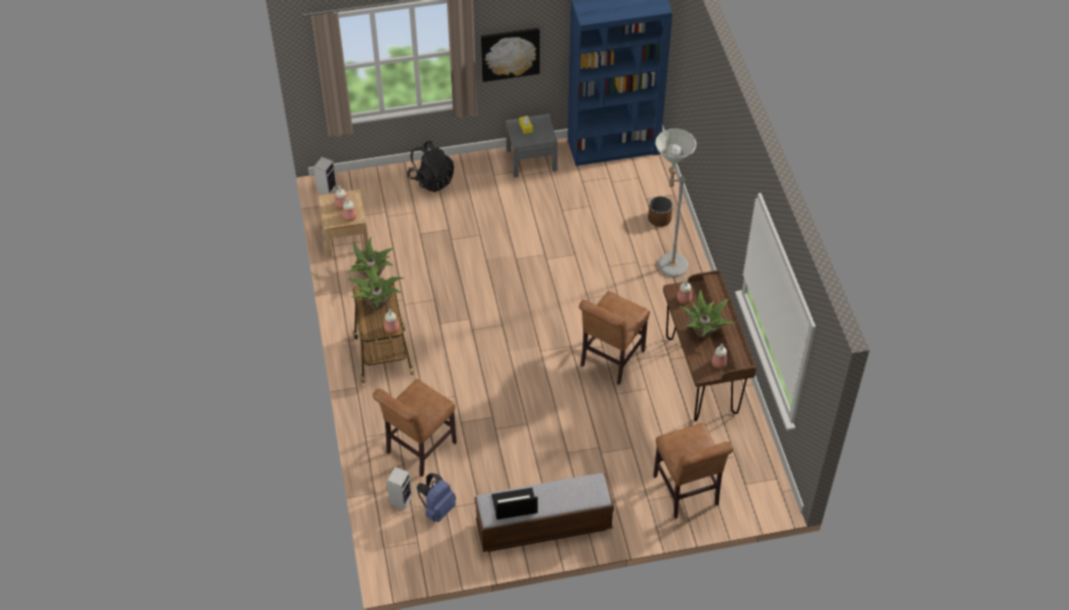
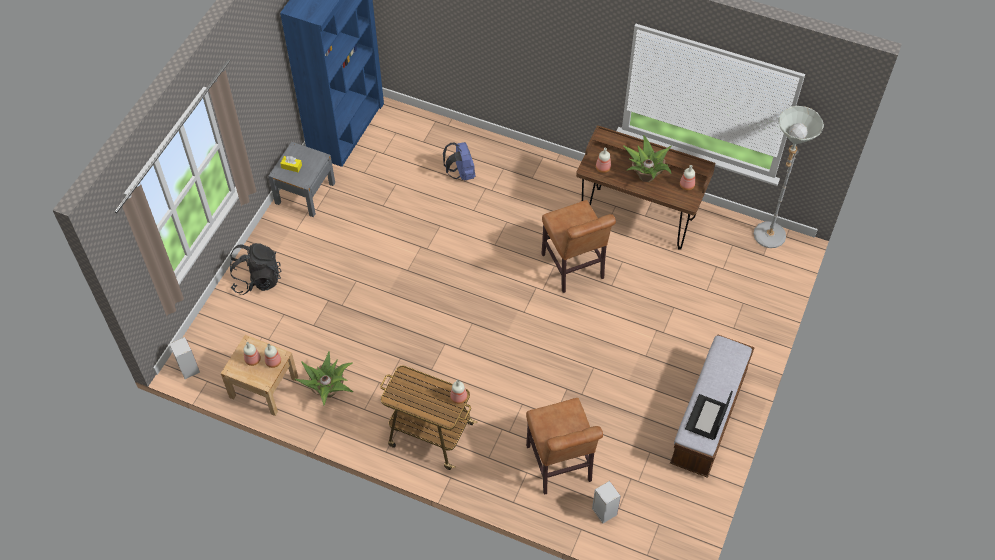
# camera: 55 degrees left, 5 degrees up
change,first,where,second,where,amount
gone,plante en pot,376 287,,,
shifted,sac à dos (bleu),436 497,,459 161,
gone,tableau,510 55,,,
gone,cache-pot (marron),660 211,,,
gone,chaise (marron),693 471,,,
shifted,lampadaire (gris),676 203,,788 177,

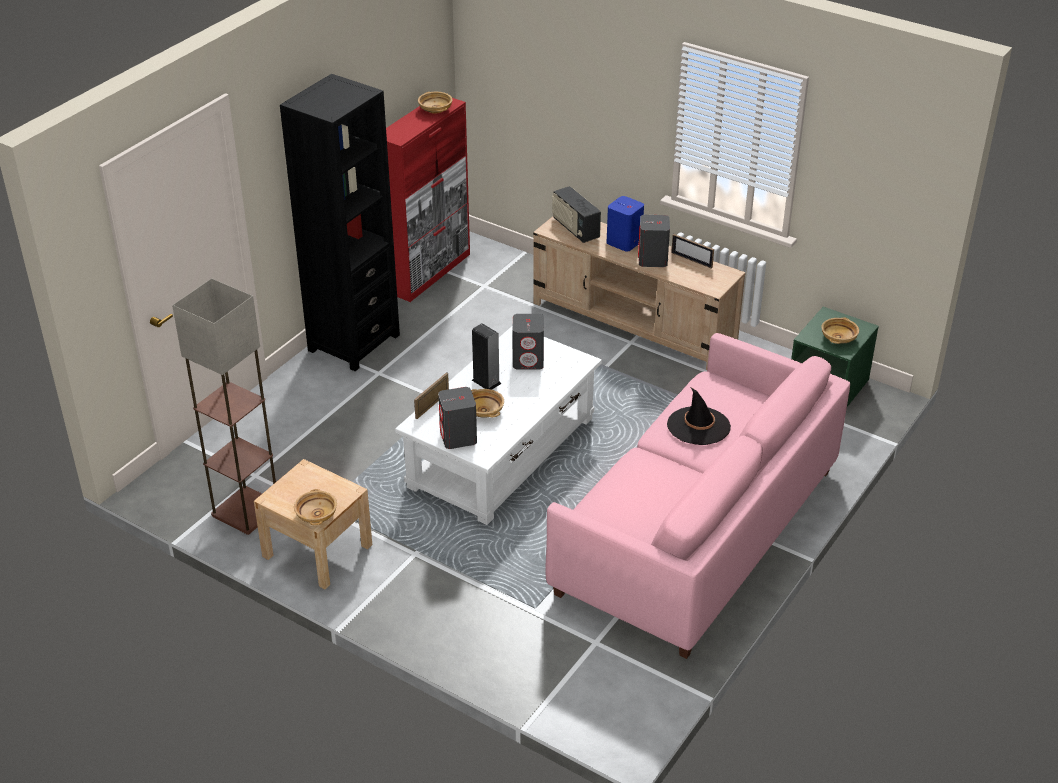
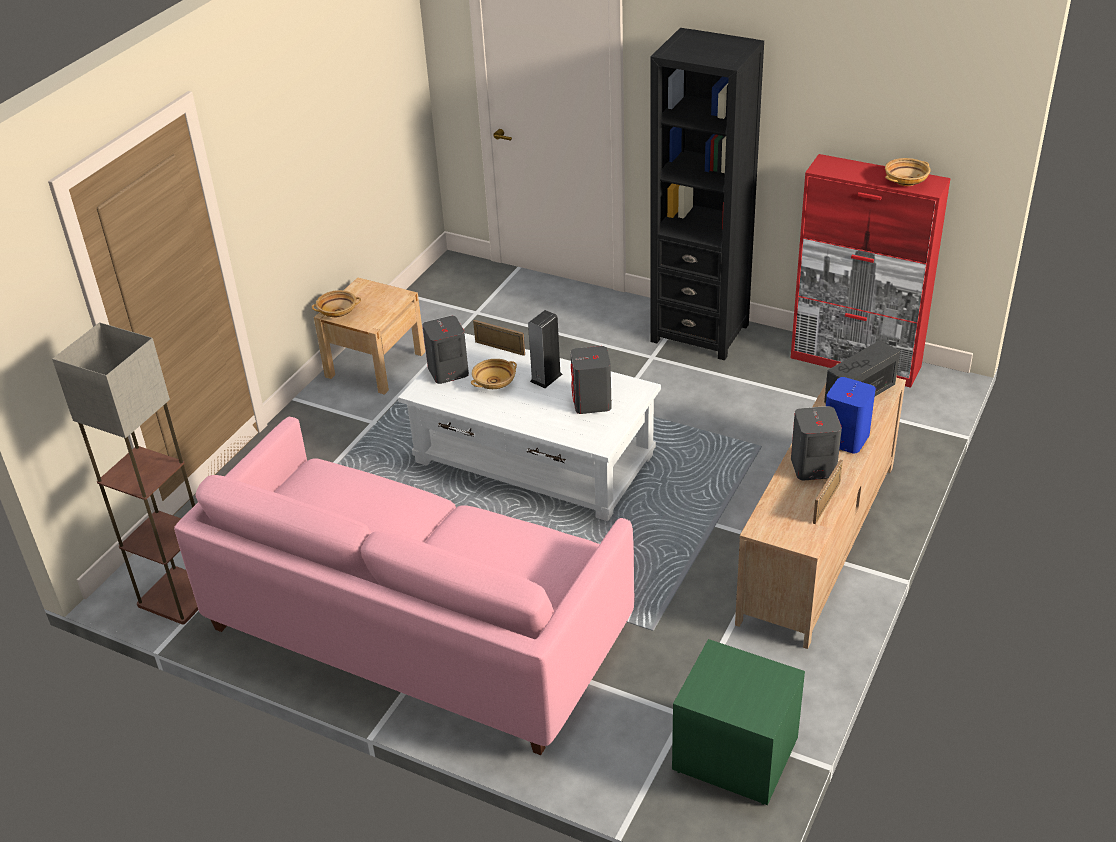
# camera: 85 degrees right, 0 degrees up
change,first,where,second,where,amount
shifted,lampadaire,224 406,,125 473,
gone,chapeau (noir),699 416,,,
gone,bol (beige),840 330,,,

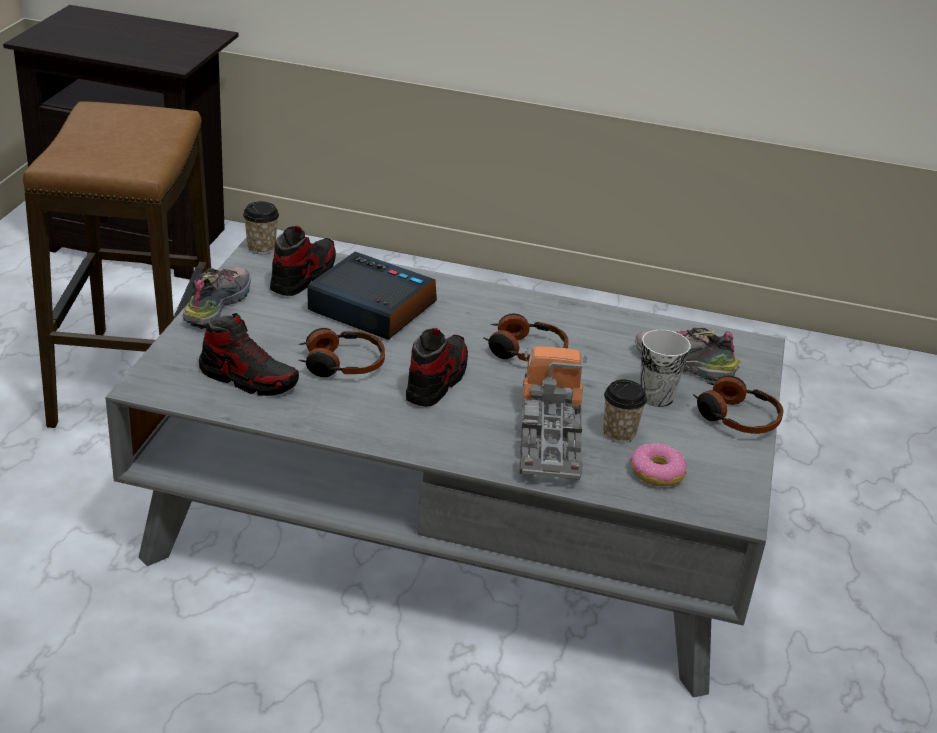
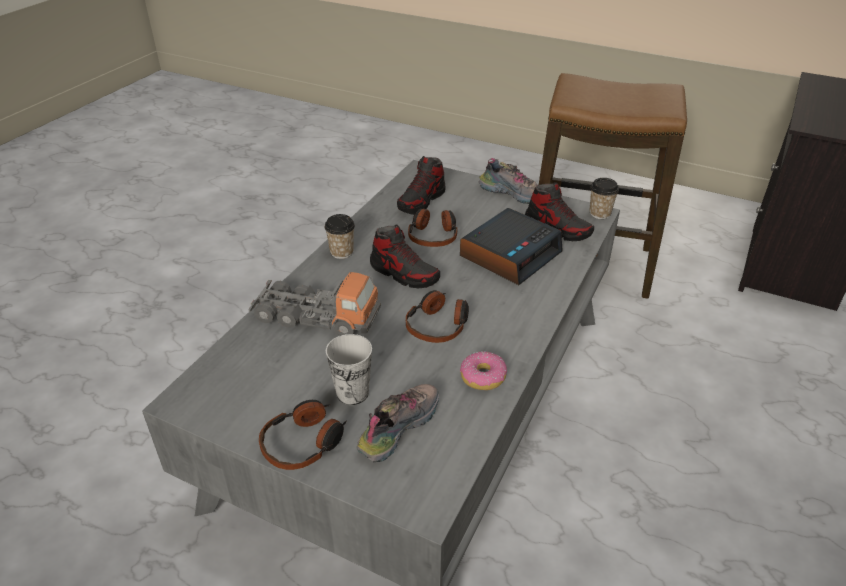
# camera: 105 degrees right, 5 degrees up
change,first,where,second,where,amount
shifted,tasse,625 411,,339 236,
shifted,beignet,658 464,,483 370,

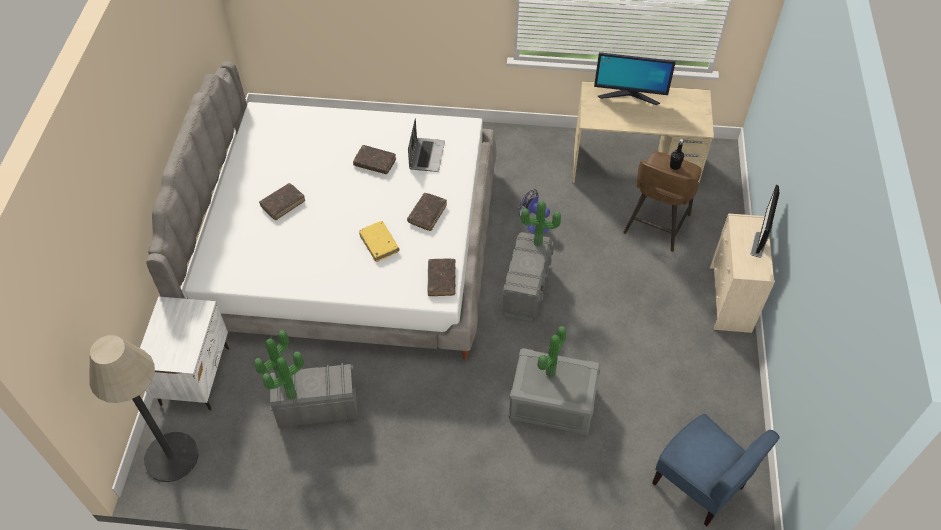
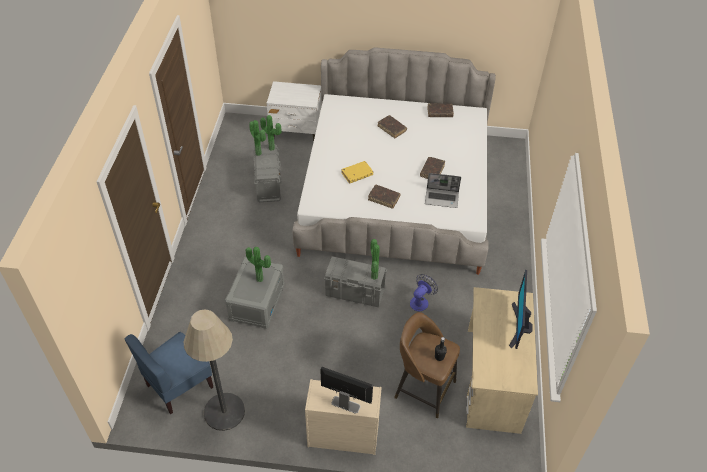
# camera: 90 degrees right, 5 degrees down
change,first,where,second,where,amount
shifted,lampadaire,144 408,,214 370,
shifted,livre (marron),442 277,,440 110,

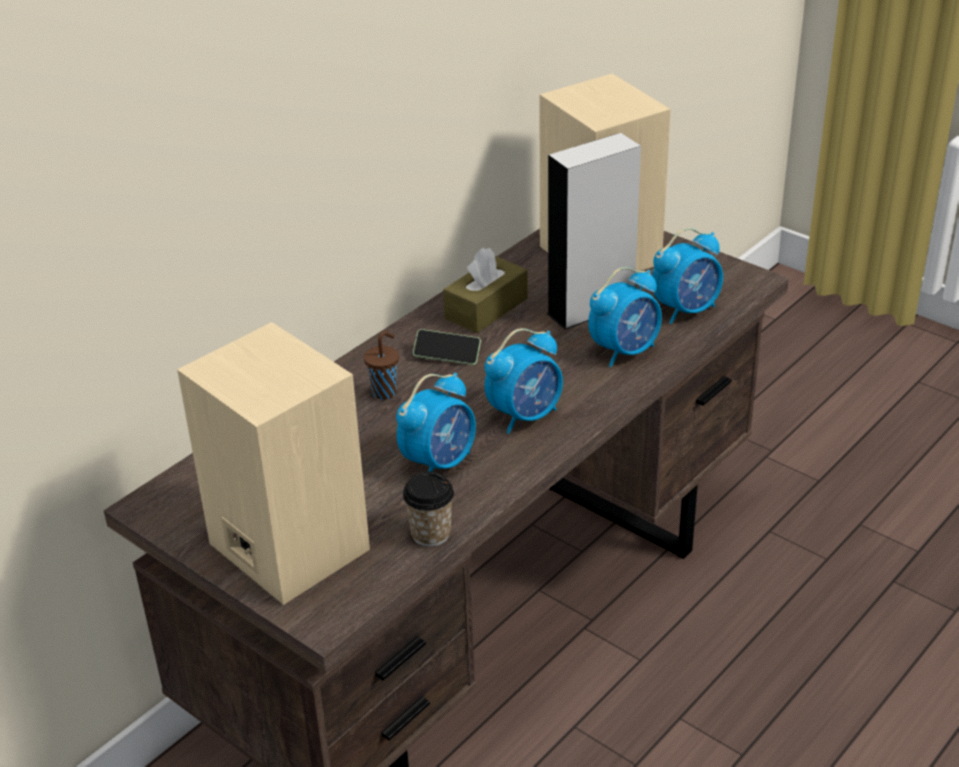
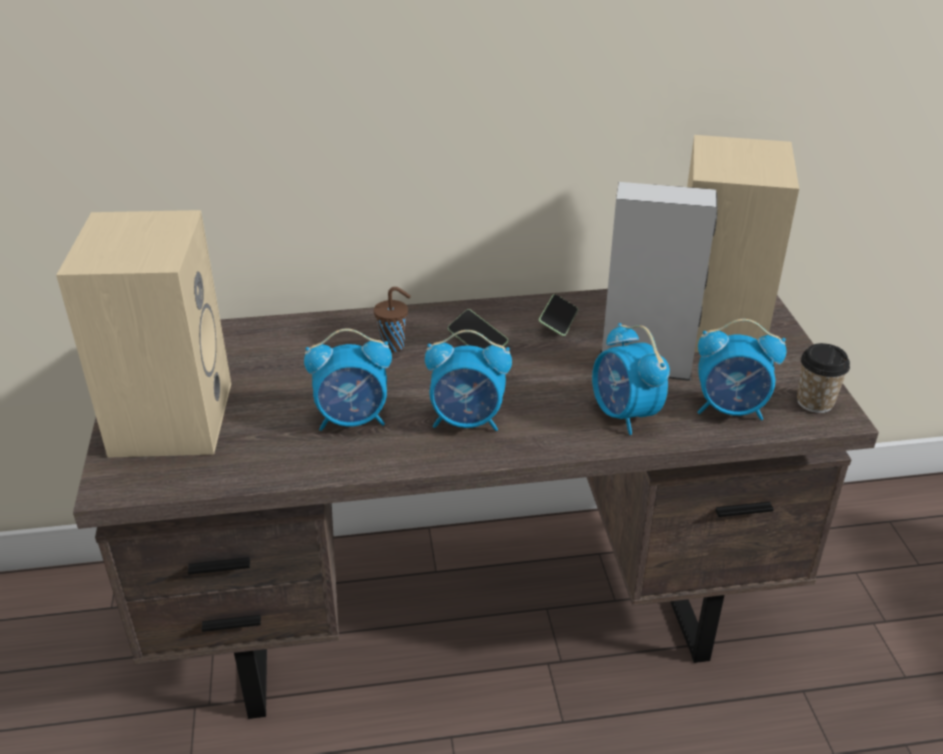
# camera: 40 degrees right, 0 degrees up
change,first,where,second,where,amount
shifted,tasse,428 509,,823 378,
swapped,boîte à mouchoirs (marron),485 290,téléphone,558 315,
rotated,réveil,625 317,,631 379,60 degrees clockwise

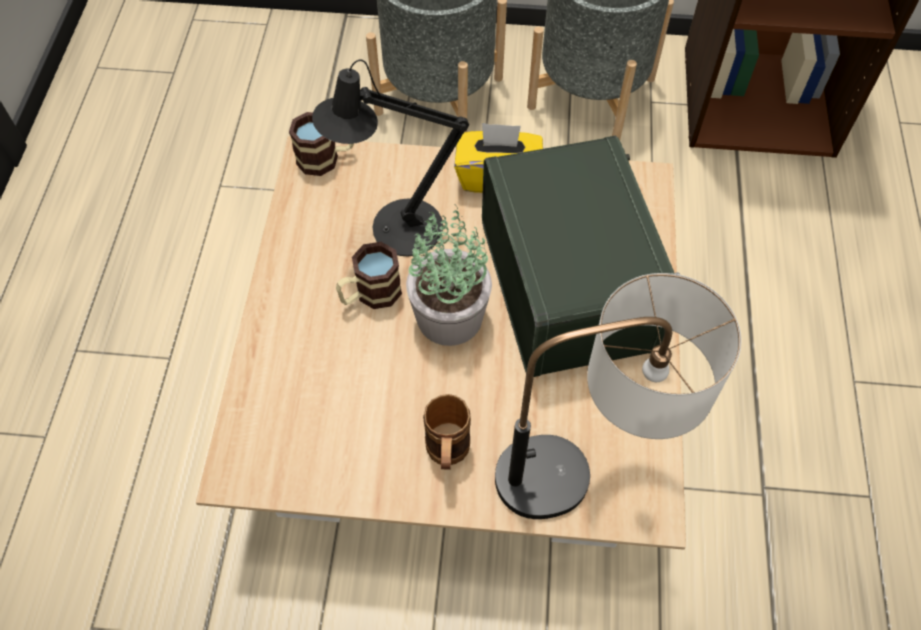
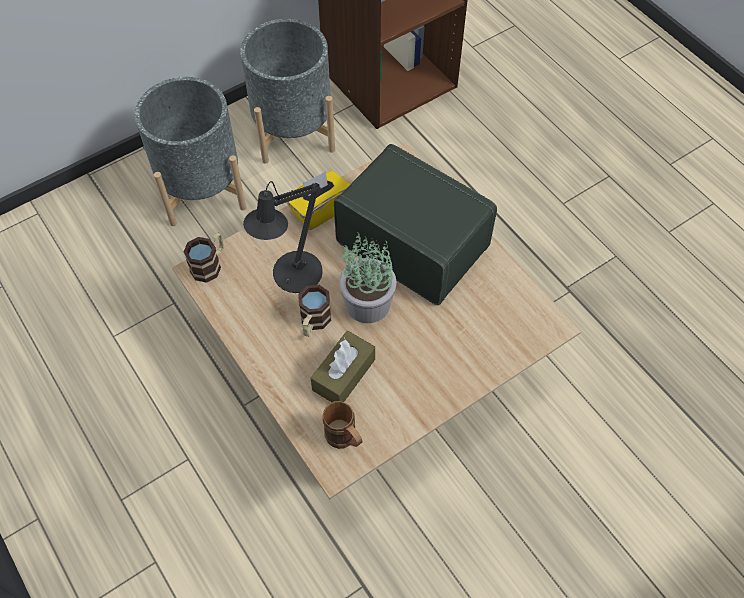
# camera: 40 degrees left, 0 degrees up
change,first,where,second,where,amount
shifted,mug (marron),447 432,,342 425,
gone,lampe de table,618 396,,,
new,,,boîte à mouchoirs (marron),343 366,

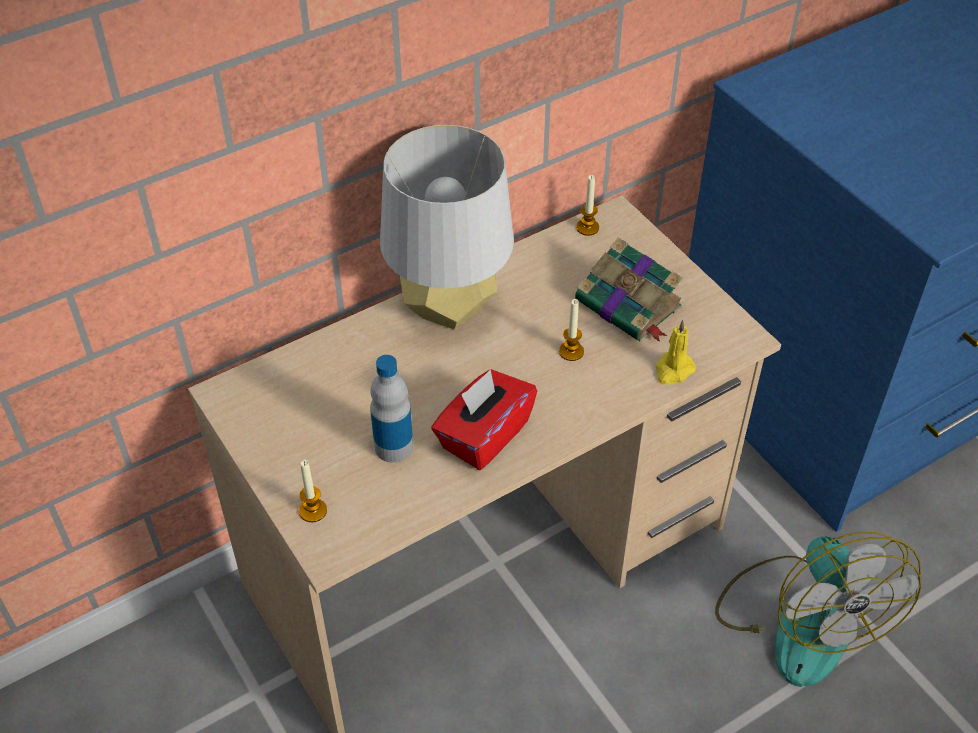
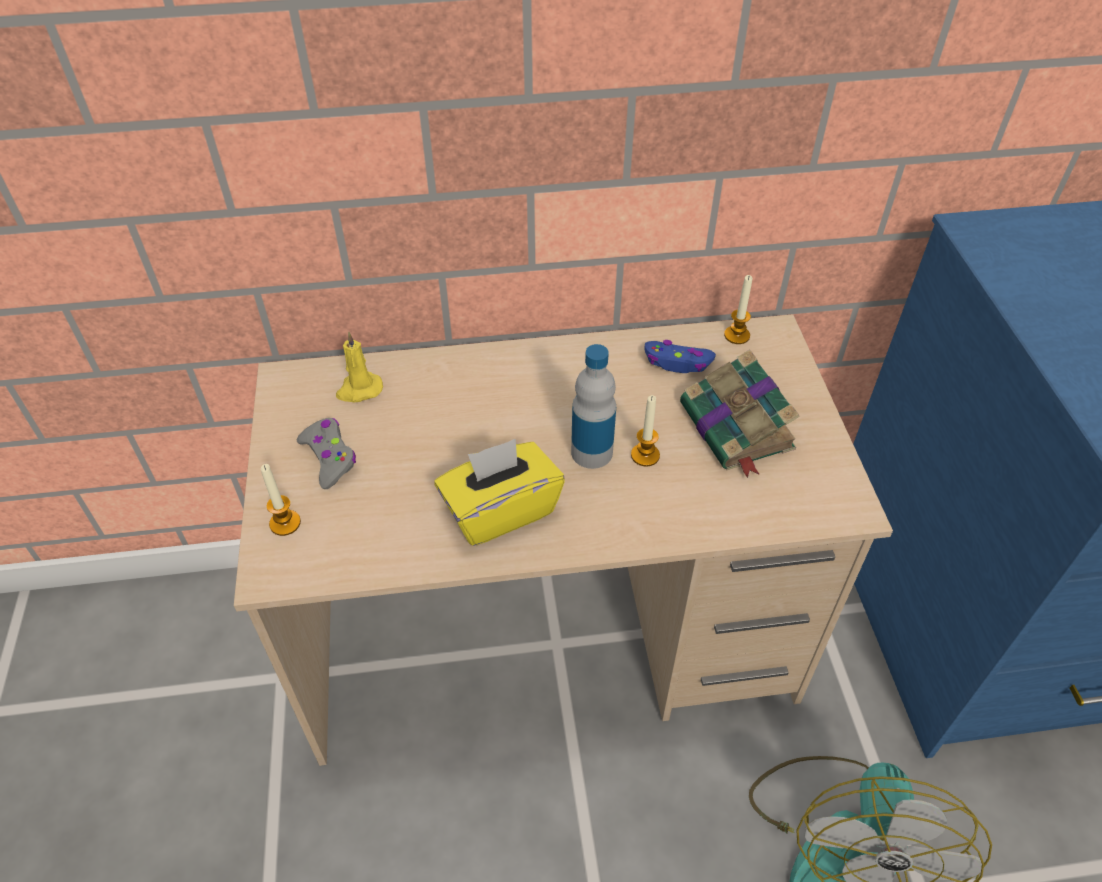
# camera: 25 degrees right, 0 degrees up
change,first,where,second,where,amount
shifted,bouteille,391 409,,593 406,
gone,lampe de table (gris),447 227,,,
repainted,boîte à mouchoirs (rouge),484 419,boîte à mouchoirs (jaune),499 492,
shifted,bougie (jaune),675 352,,359 366,
new,,,manette (gris),326 453,
new,,,manette (bleu),680 356,

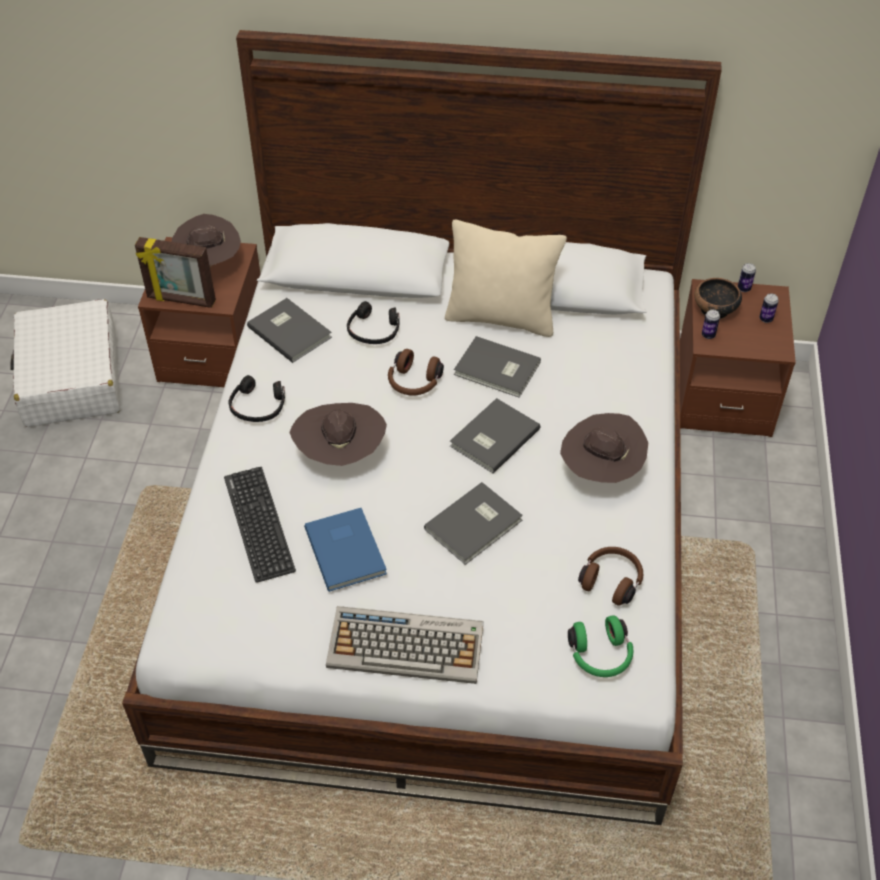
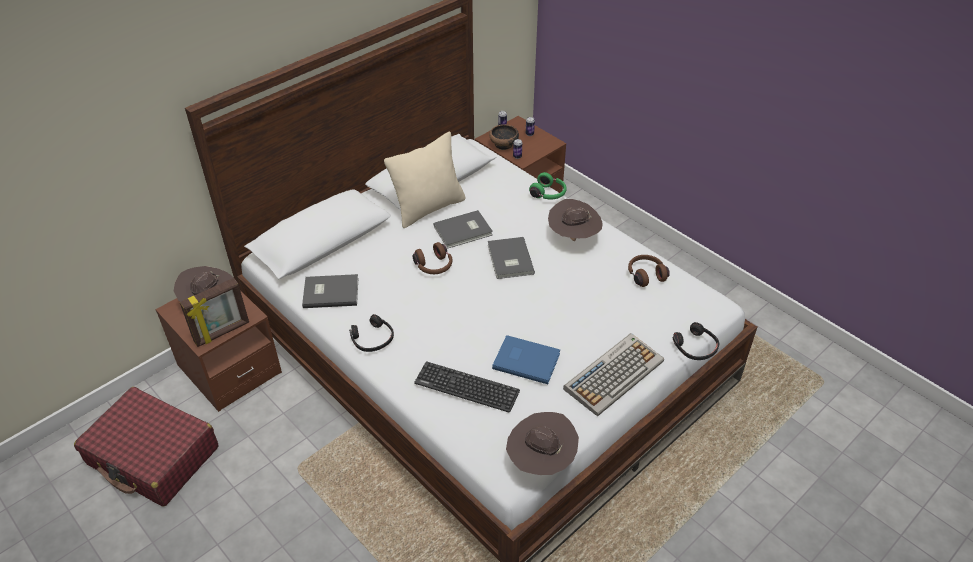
# camera: 50 degrees left, 5 degrees down
change,first,where,second,where,amount
repainted,valise (blanc),65 363,valise (rouge),146 447,
shifted,chapeau (marron),338 434,,542 443,
shifted,casque audio (noir),373 322,,696 341,
gone,livre (gris),473 523,,,
shifted,casque audio (vert),601 646,,548 186,

